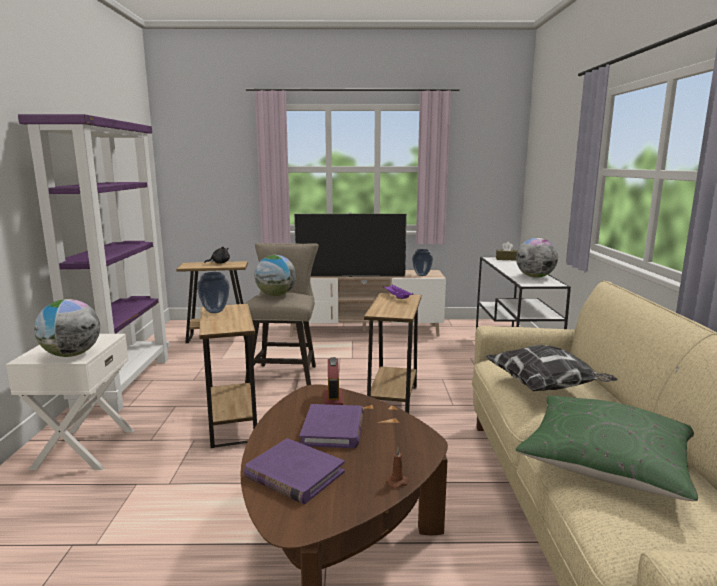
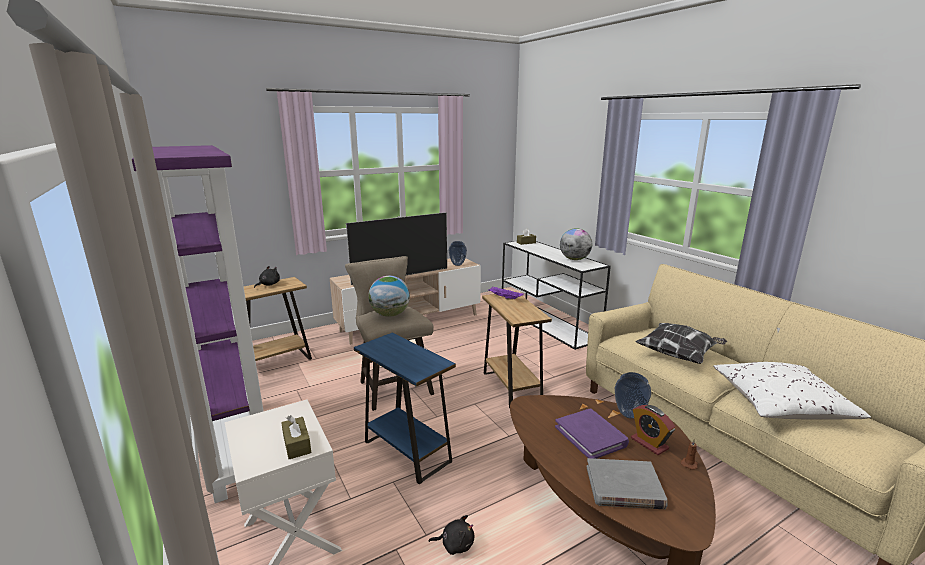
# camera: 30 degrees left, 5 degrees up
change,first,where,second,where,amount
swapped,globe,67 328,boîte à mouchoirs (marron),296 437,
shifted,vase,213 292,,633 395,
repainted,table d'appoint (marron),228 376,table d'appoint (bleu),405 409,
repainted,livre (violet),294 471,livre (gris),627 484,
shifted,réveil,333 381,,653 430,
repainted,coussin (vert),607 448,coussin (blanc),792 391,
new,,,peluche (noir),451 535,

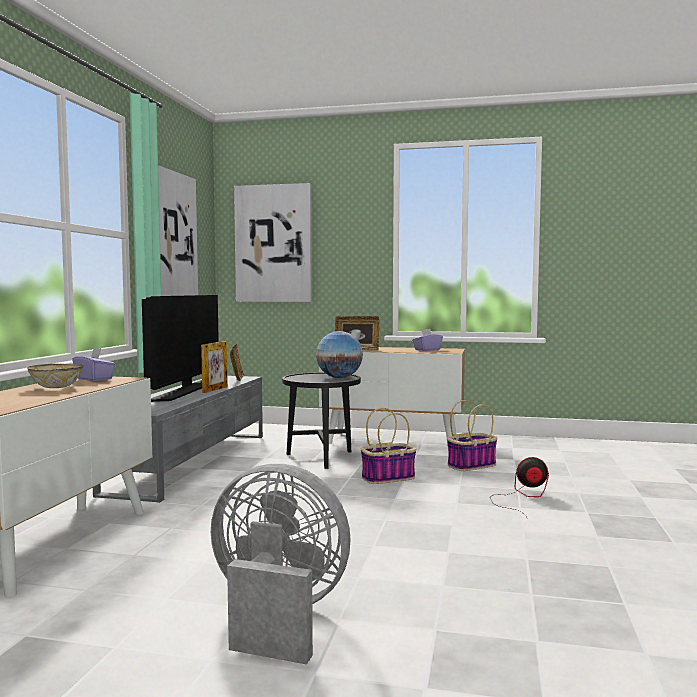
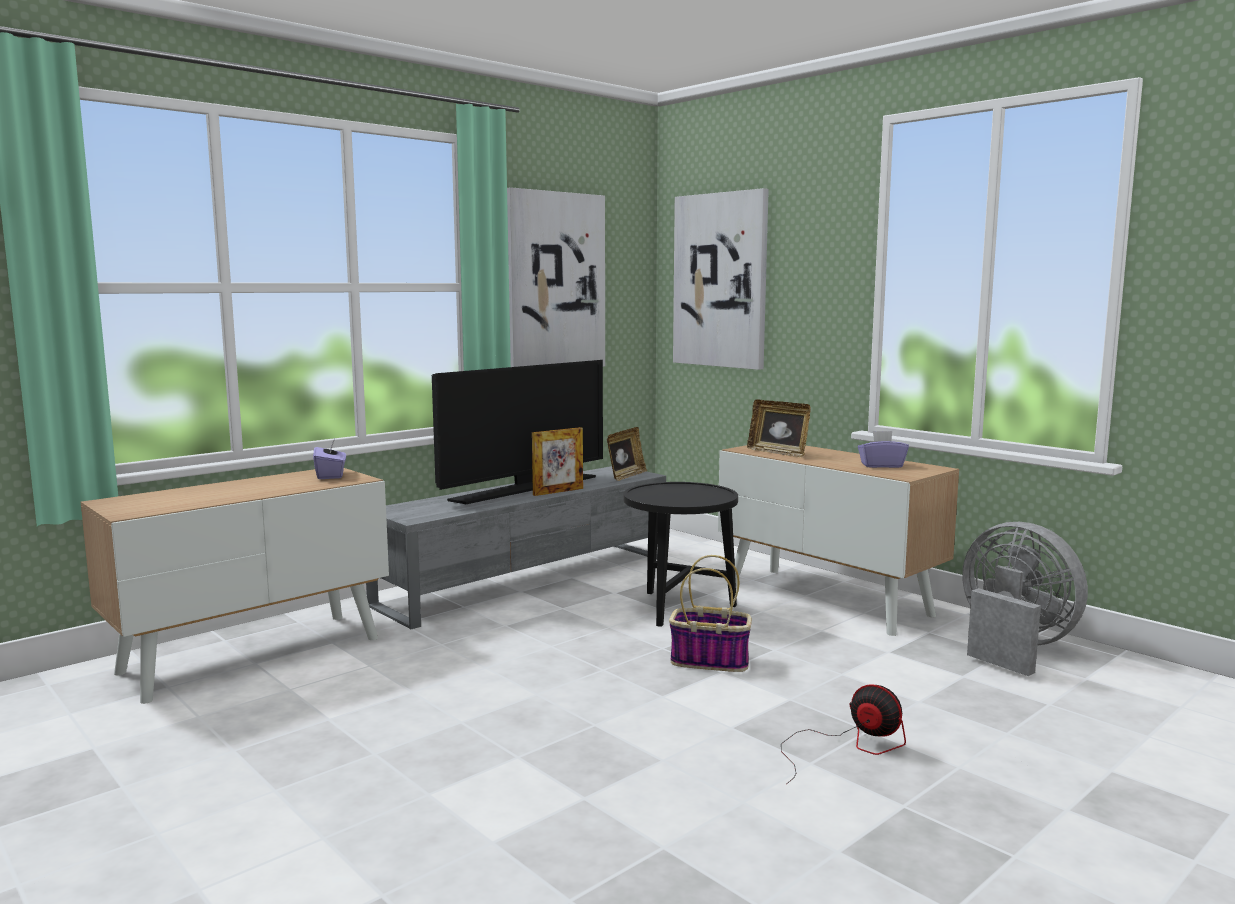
# camera: 35 degrees right, 5 degrees up
change,first,where,second,where,amount
gone,bol,55 376,,,
shifted,ventilateur (gris),281 564,,1025 599,
gone,globe,339 354,,,
gone,panier,472 435,,,

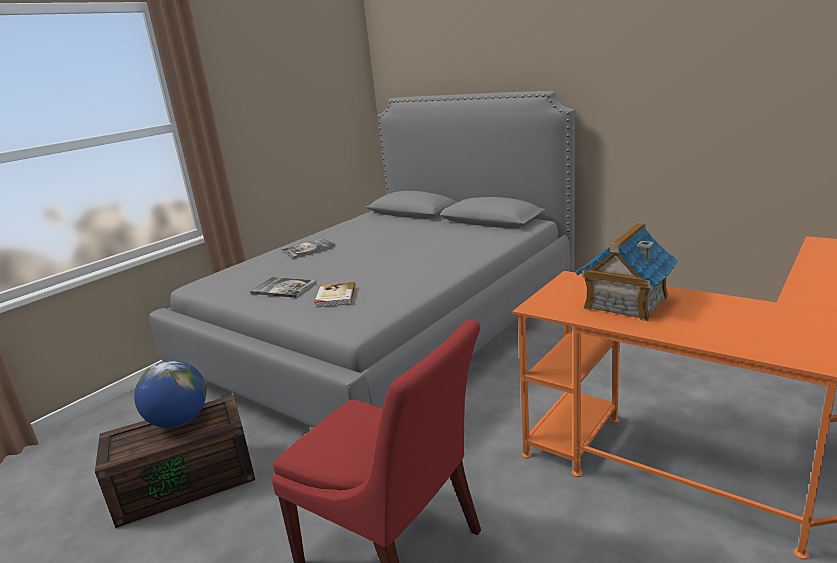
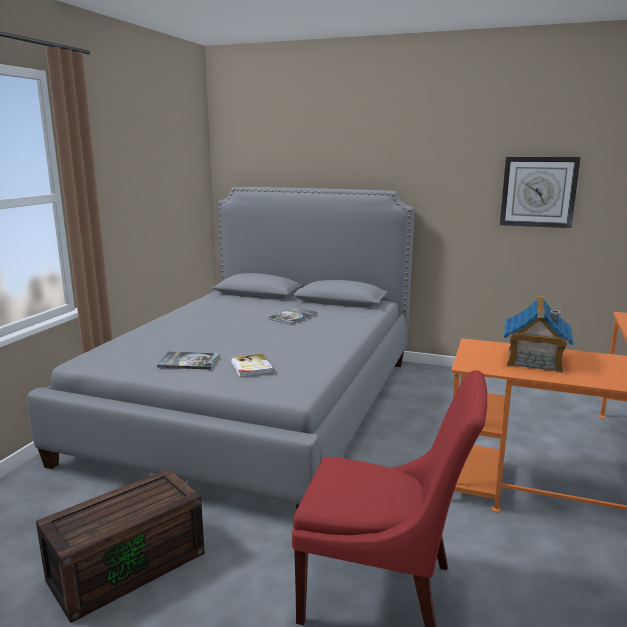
# camera: 20 degrees left, 5 degrees down
change,first,where,second,where,amount
gone,globe,170 394,,,
shifted,livre,308 248,,293 316,
new,,,horloge murale,540 192,

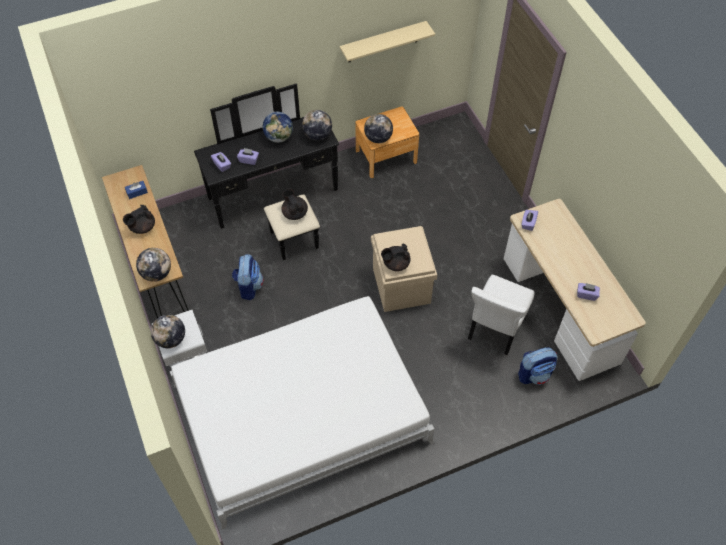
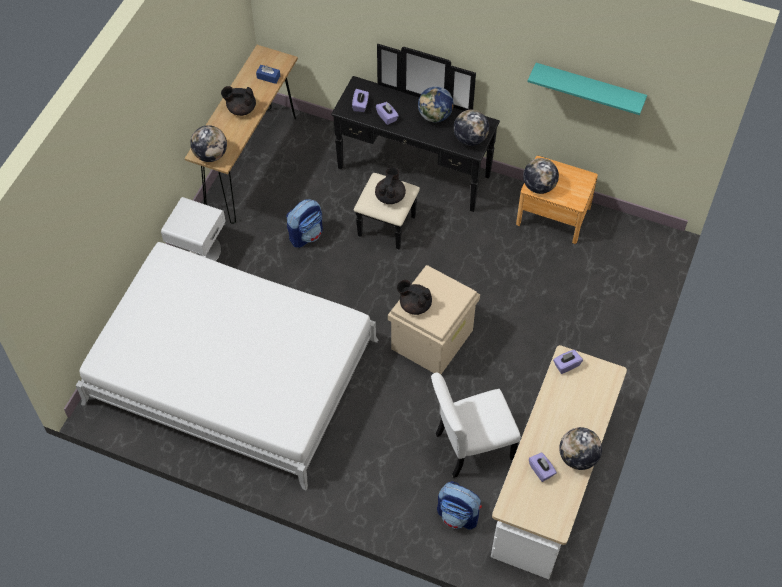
# camera: 45 degrees right, 0 degrees up
change,first,where,second,where,amount
shifted,globe,168 331,,580 448,
repainted,étagère (beige),387 41,étagère (turquoise),587 89,

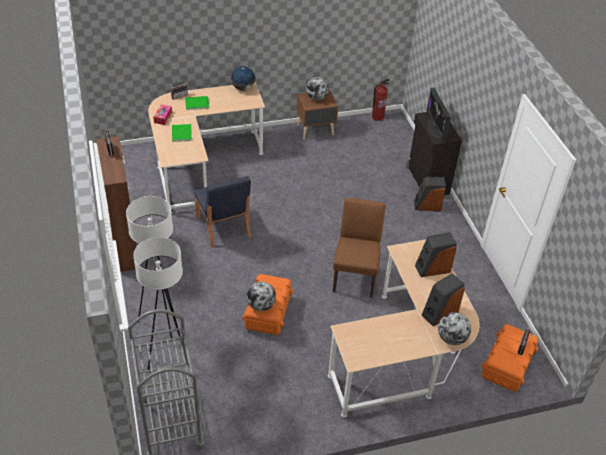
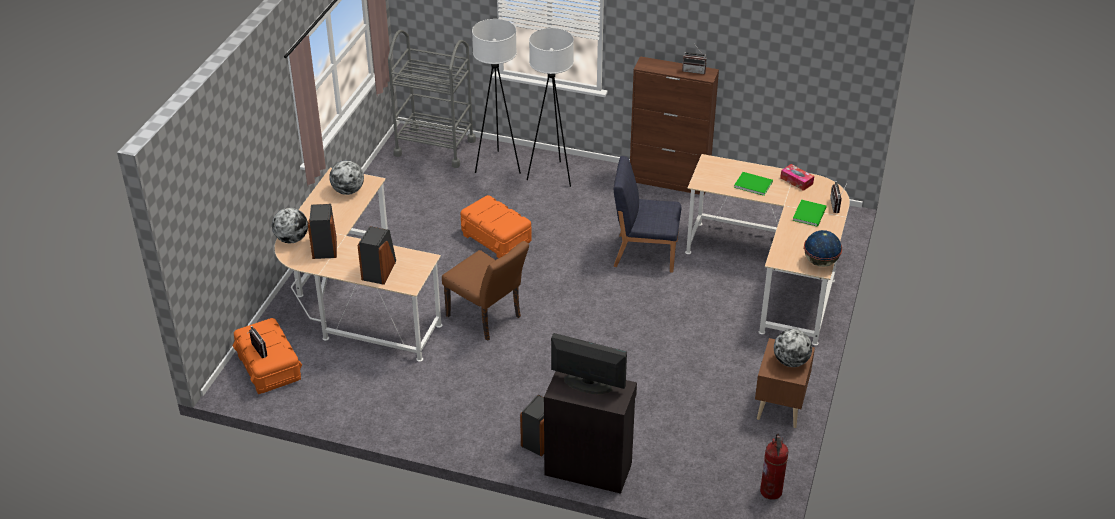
# camera: 125 degrees right, 5 degrees down
change,first,where,second,where,amount
shifted,globe,261 296,,346 177,

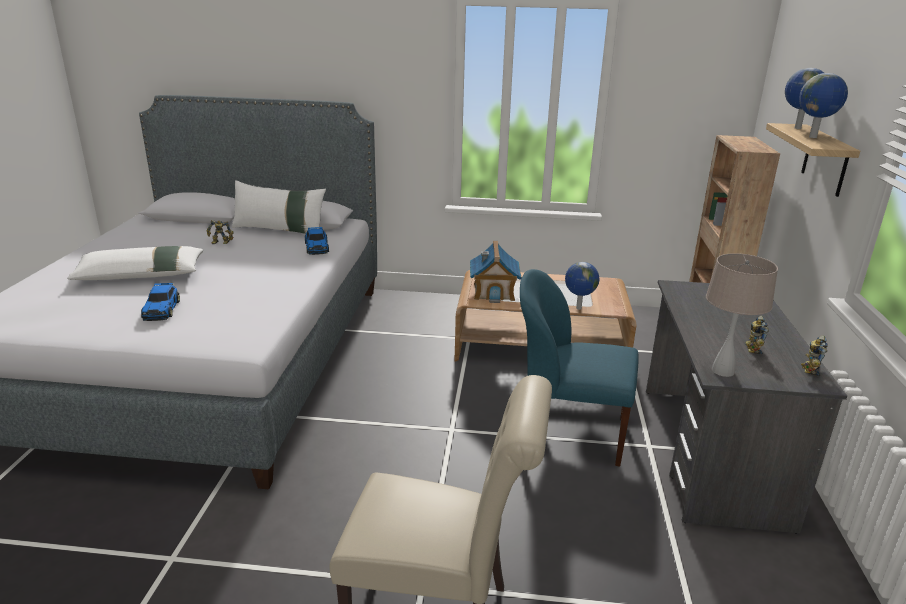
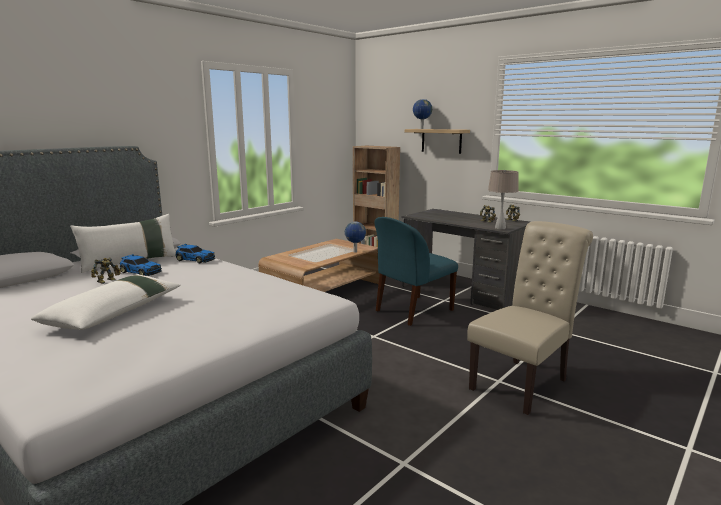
# camera: 55 degrees left, 10 degrees down
change,first,where,second,where,amount
shifted,petite voiture,160 302,,141 265,
gone,maison miniature,496 271,,,
gone,globe,823 105,,,

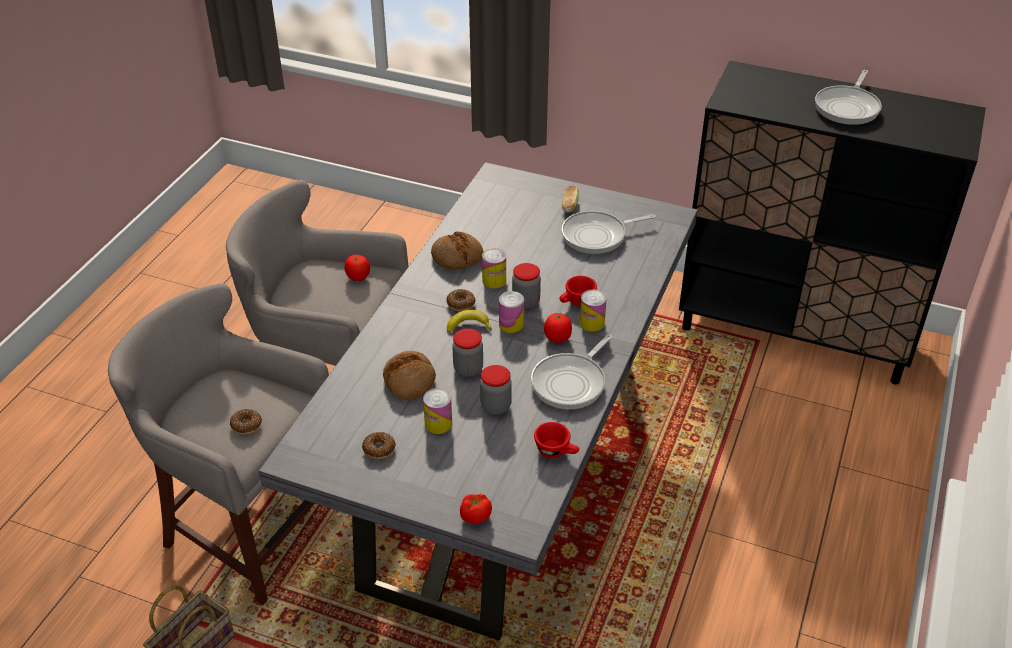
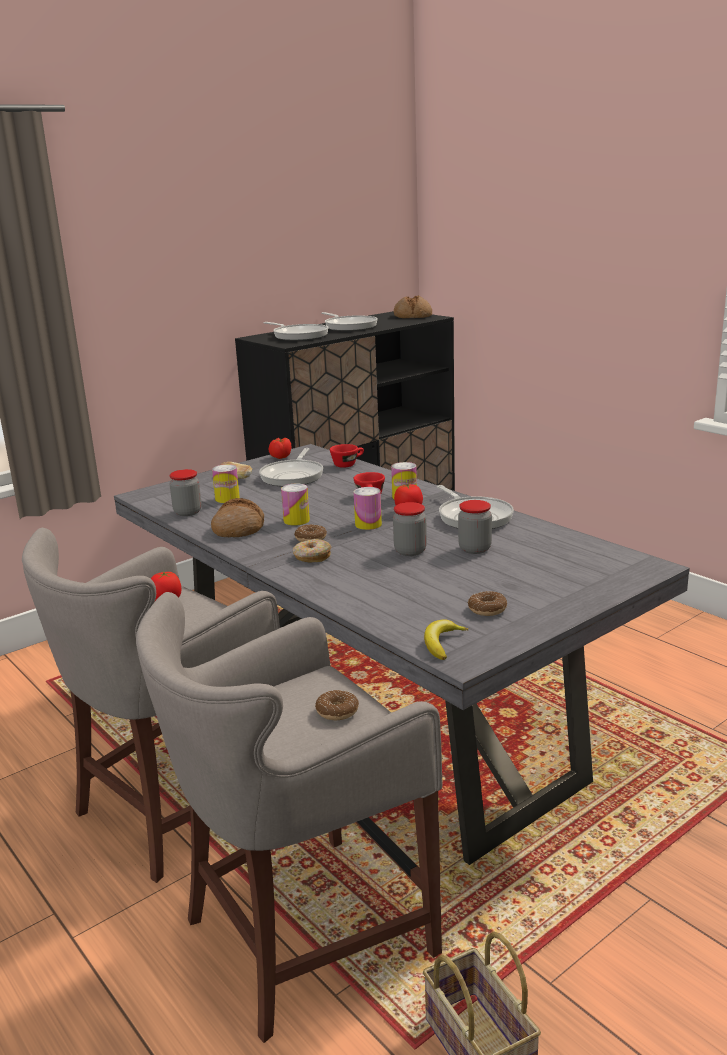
# camera: 60 degrees left, 20 degrees down
change,first,where,second,where,amount
shifted,pain,409 375,,413 307,
shifted,boîte métallique,437 411,,226 483,
shifted,banane,469 321,,446 639,
shifted,tomate,476 508,,280 448,
shifted,bocal,526 286,,185 492,
shifted,tasse (rouge),556 440,,347 456,
new,,,poêle,296 331,
new,,,beignet,312 550,

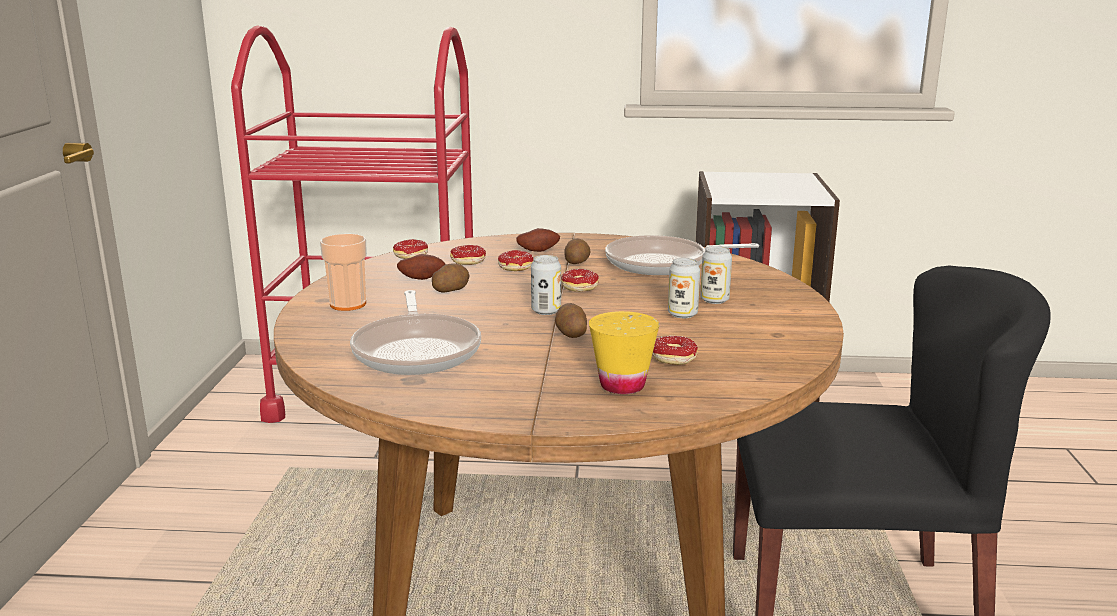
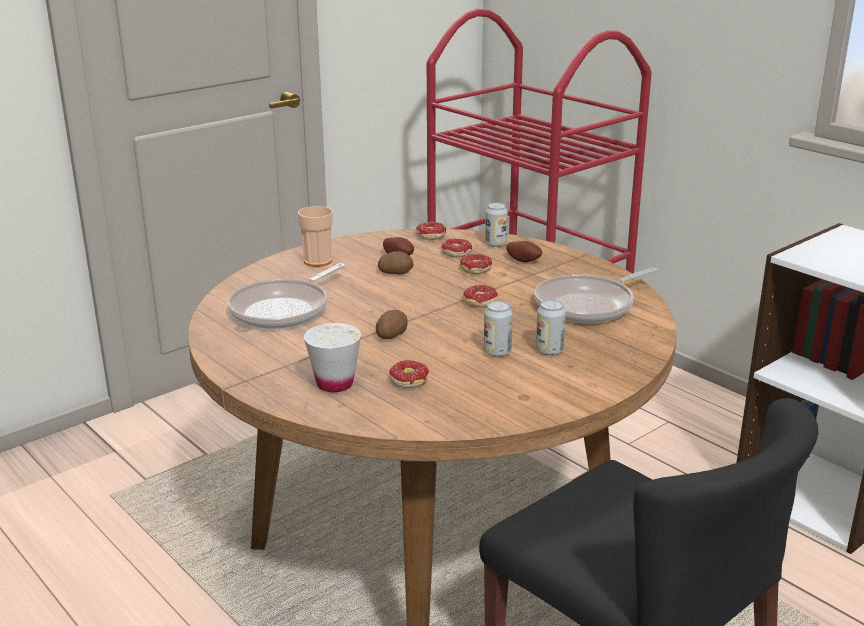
# camera: 45 degrees right, 5 degrees up
change,first,where,second,where,amount
shifted,boîte métallique,546 285,,496 225,
gone,pomme de terre,578 251,,,
repainted,tasse (jaune),624 352,tasse (blanc),332 357,
rotated,poêle,682 255,,596 295,75 degrees counterclockwise

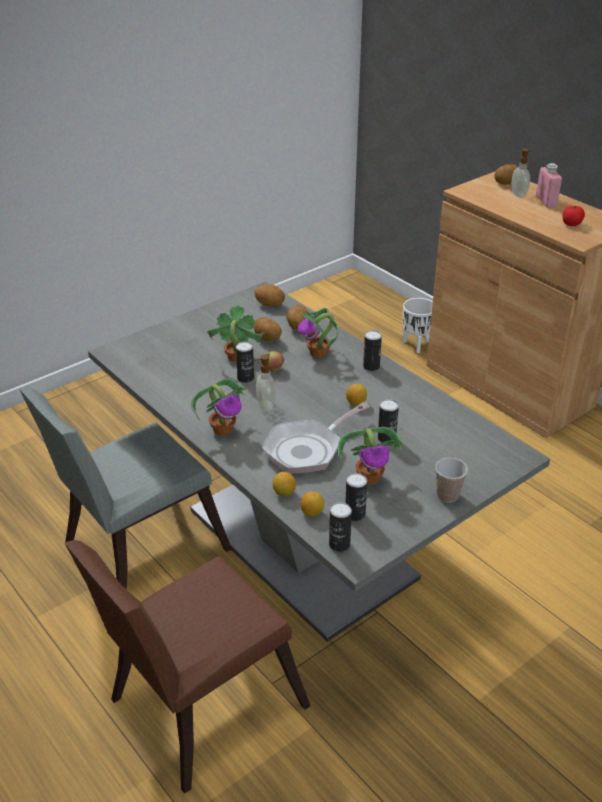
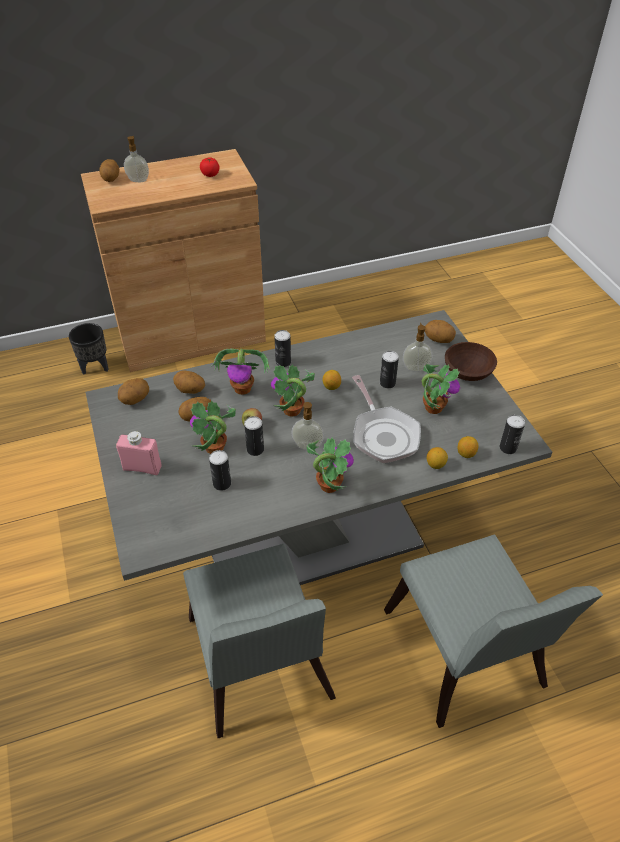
# camera: 70 degrees left, 10 degrees up
change,first,where,second,where,amount
repainted,chaise (marron),188 667,chaise (gris),493 631,
shifted,boîte métallique,356 497,,220 470,
repainted,cache-pot (blanc),418 325,cache-pot (noir),89 349,
swapped,tasse,451 480,bol (marron),471 361,
shifted,bouteille (rose),549 185,,139 453,
new,,,plante en pot,293 390,
new,,,distributeur de savon,417 347,
new,,,pomme de terre,440 331,

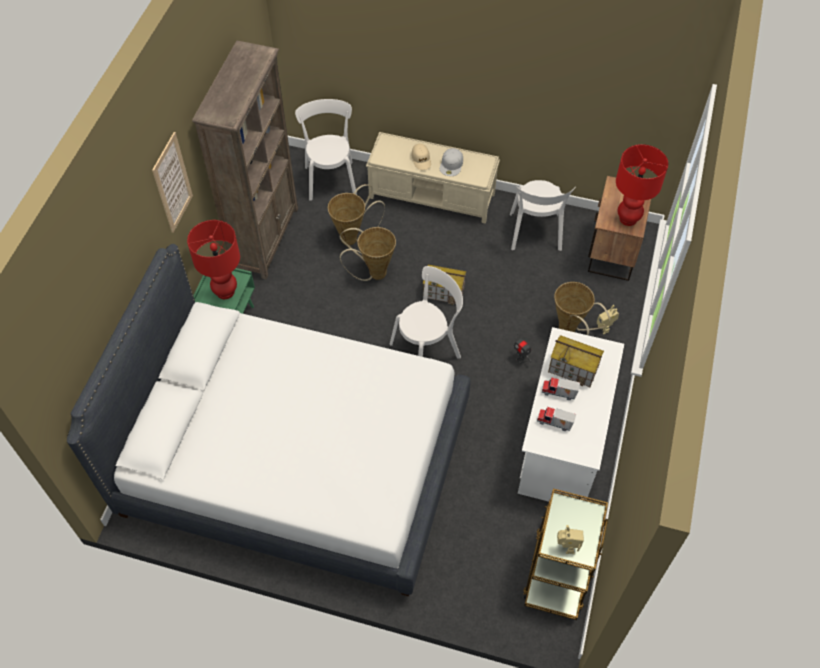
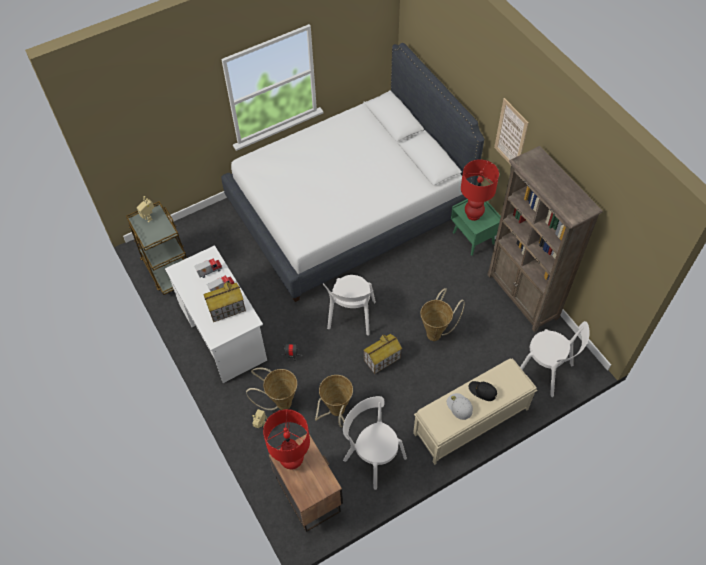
# camera: 135 degrees right, 0 degrees up
change,first,where,second,where,amount
shifted,panier,356 214,,334 401,
repainted,casquette (beige),421 157,casquette (noir),483 391,

